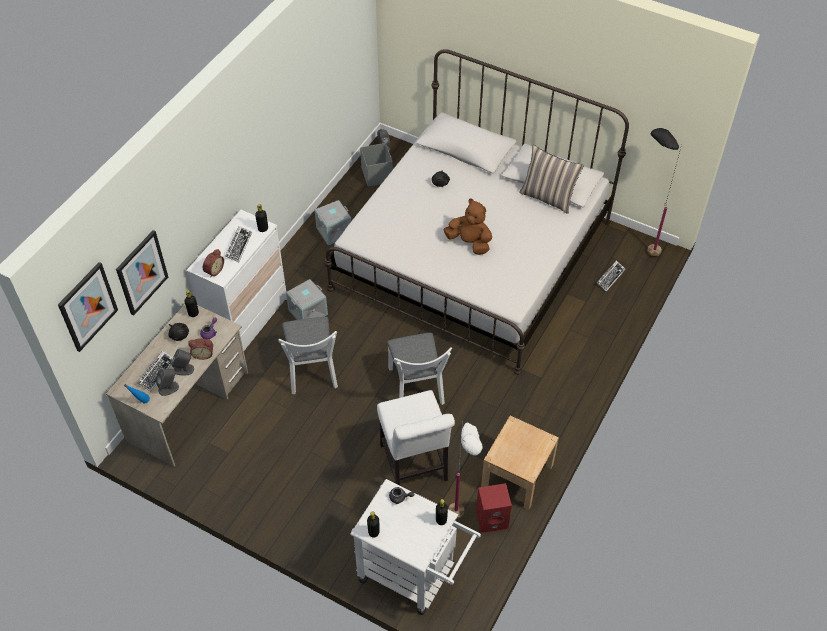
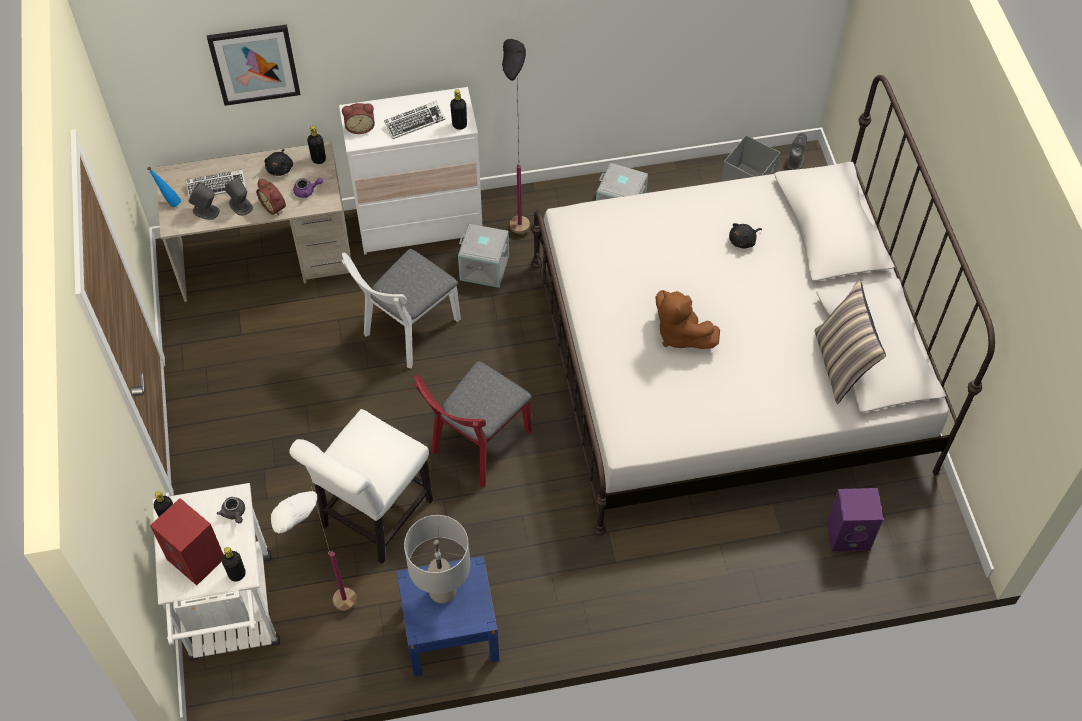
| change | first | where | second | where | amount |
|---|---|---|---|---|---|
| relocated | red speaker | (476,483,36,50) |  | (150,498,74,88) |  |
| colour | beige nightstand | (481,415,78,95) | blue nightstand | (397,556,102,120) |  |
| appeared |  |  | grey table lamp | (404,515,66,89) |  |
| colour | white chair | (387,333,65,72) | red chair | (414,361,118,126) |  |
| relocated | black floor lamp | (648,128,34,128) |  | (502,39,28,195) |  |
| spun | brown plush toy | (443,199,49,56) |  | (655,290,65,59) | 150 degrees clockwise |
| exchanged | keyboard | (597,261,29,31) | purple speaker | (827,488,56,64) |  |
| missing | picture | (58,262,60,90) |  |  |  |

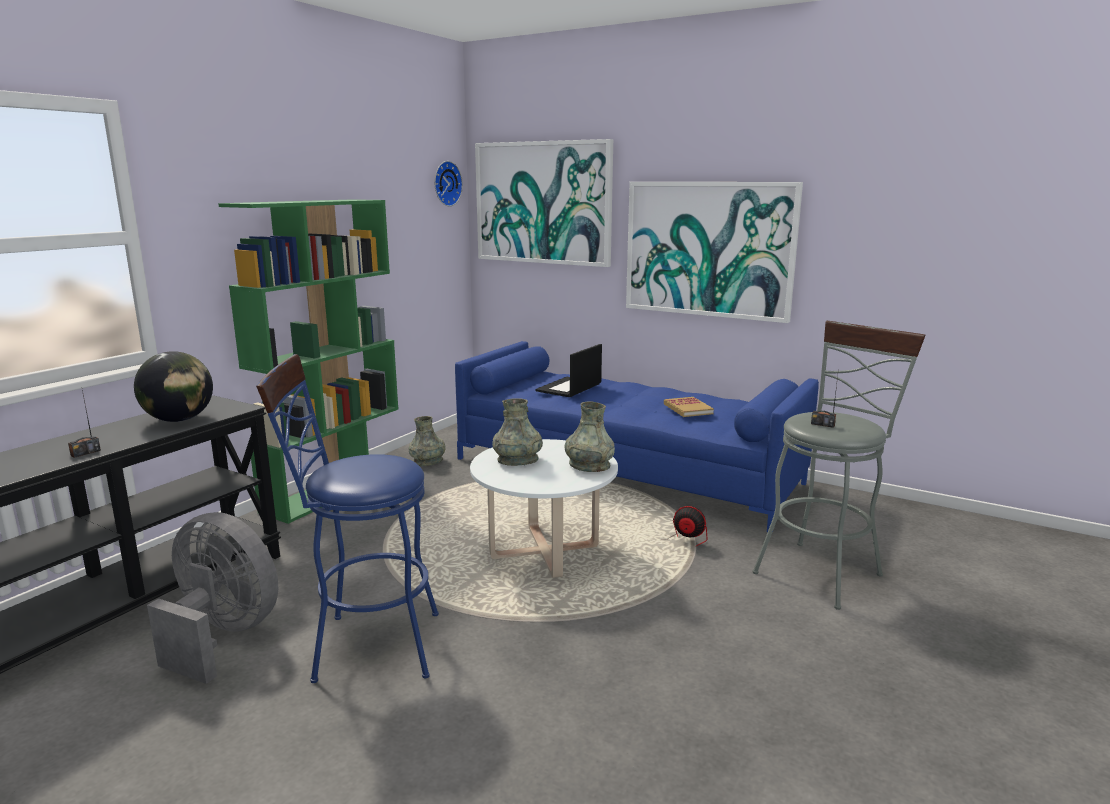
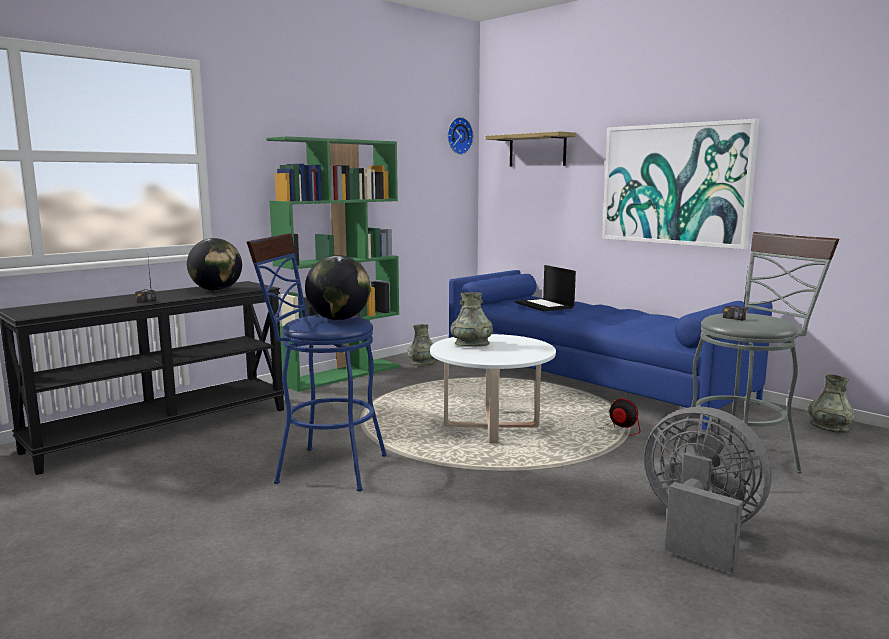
| change | first | where | second | where | amount |
|---|---|---|---|---|---|
| appeared |  |  | globe | (305,255,66,65) |  |
| exchanged | picture | (475,139,138,128) | shelf | (485,131,92,35) |  |
| spun | laptop | (535,344,67,53) |  | (515,265,61,46) | 75 degrees counterclockwise |
| relocated | grey fan | (147,512,131,172) |  | (644,407,128,166) |  |
| relocated | grey vase | (565,402,50,70) |  | (808,374,47,59) |  |
| missing | book | (664,397,50,20) |  |  |  |

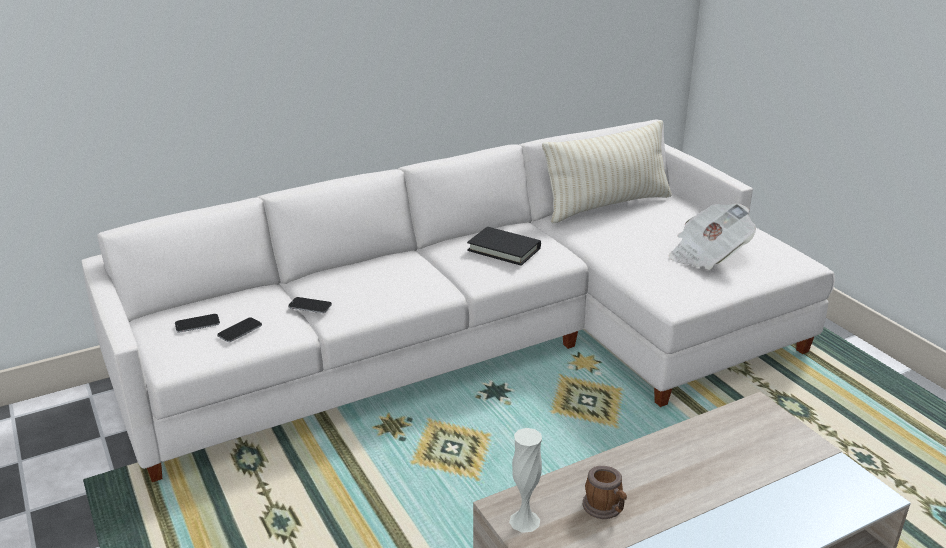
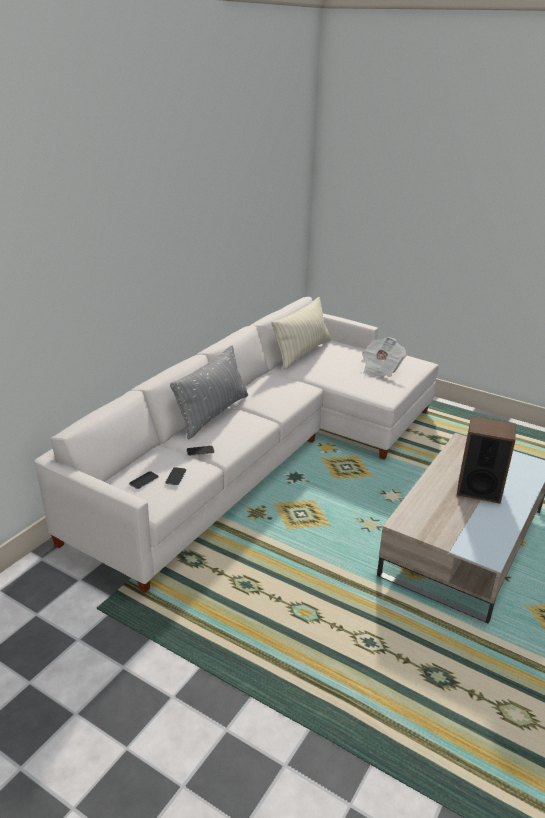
| change | first | where | second | where | amount |
|---|---|---|---|---|---|
| appeared |  |  | grey pillow | (170,345,78,94) |  |
| appeared |  |  | speaker | (457,416,59,88) |  |
| missing | black book | (467,227,74,39) |  |  |  |
| missing | white vase | (509,428,33,105) |  |  |  |
| missing | mug | (583,466,44,53) |  |  |  |

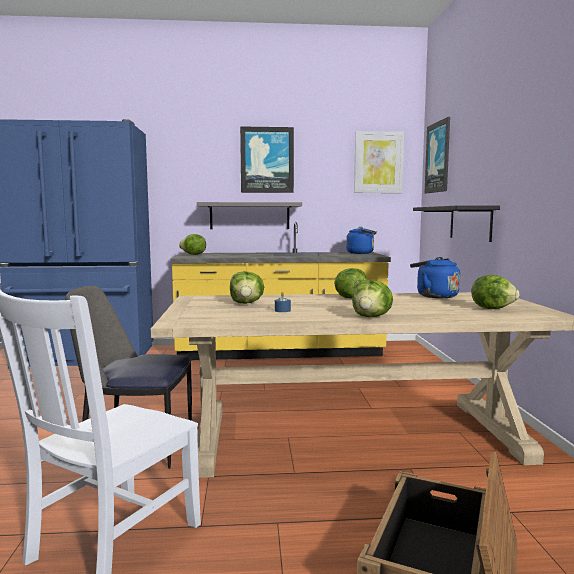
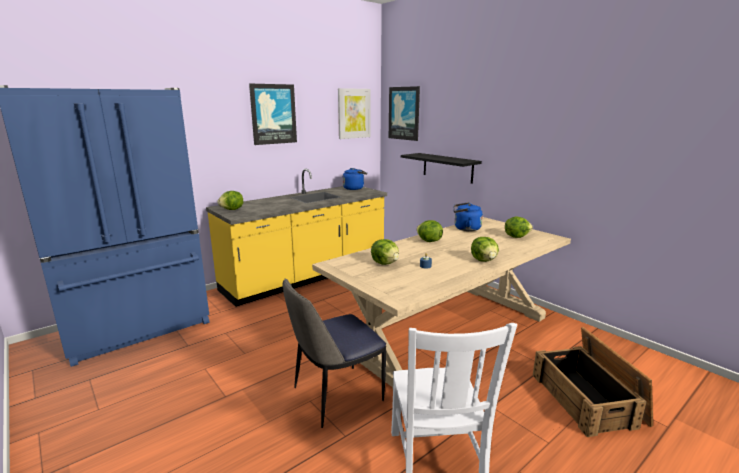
| change | first | where | second | where | amount |
|---|---|---|---|---|---|
| missing | grey shelf | (197,202,105,27) |  |  |  |

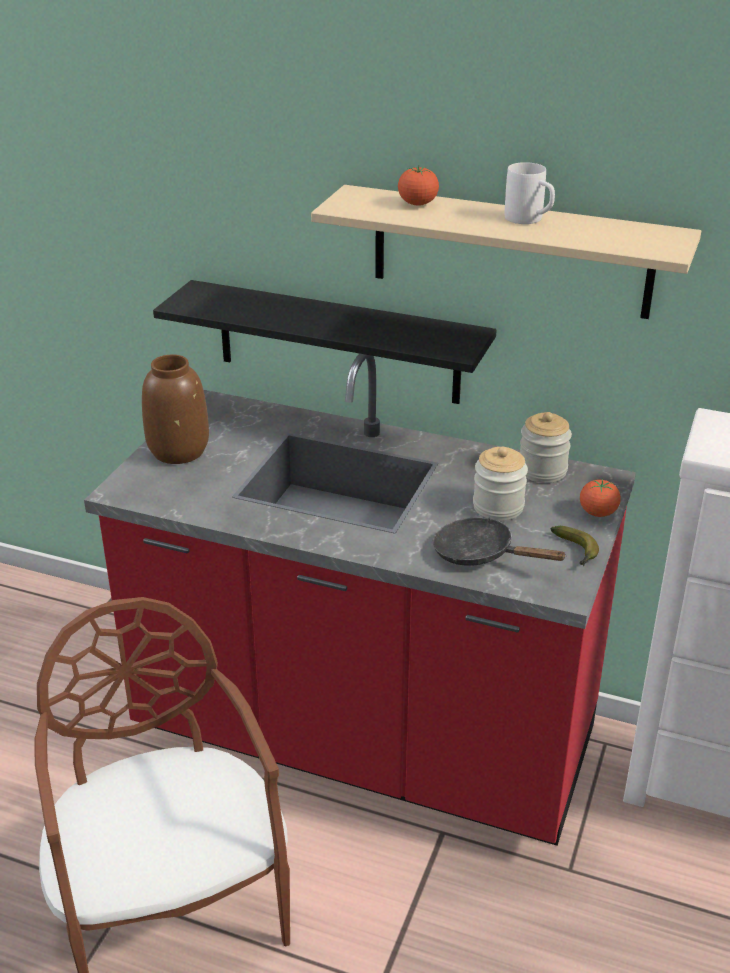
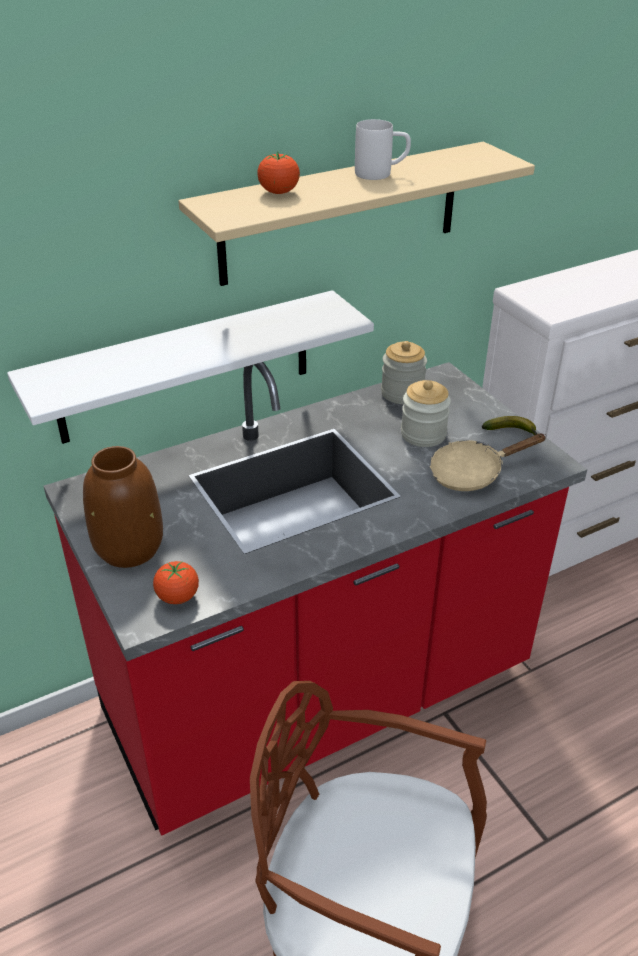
| change | first | where | second | where | amount |
|---|---|---|---|---|---|
| colour | black shelf | (153,280,343,124) | white shelf | (7,290,367,154) |  |
| relocated | tomato | (580,479,41,38) |  | (153,561,46,43) |  |
| colour | black frying pan | (433,517,134,49) | beige frying pan | (430,433,117,58) |  |

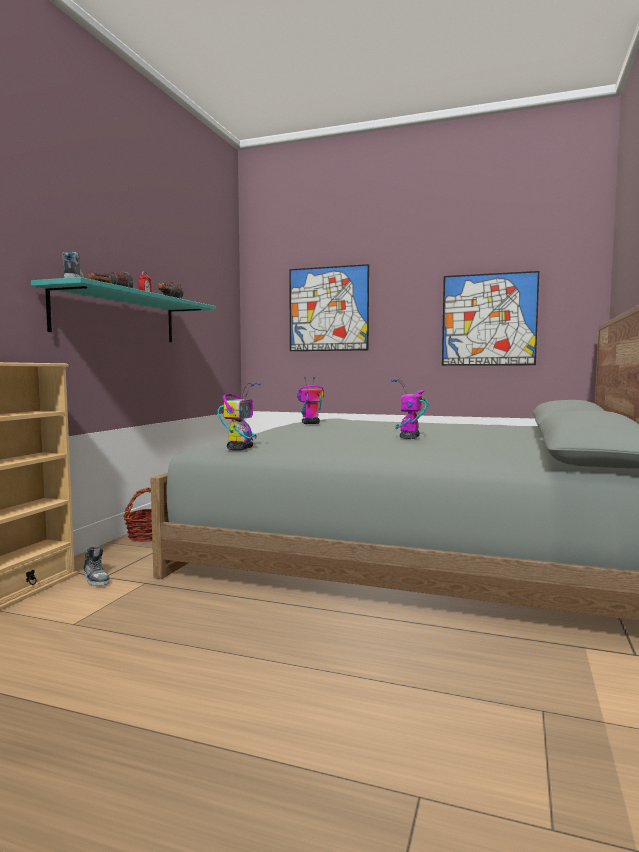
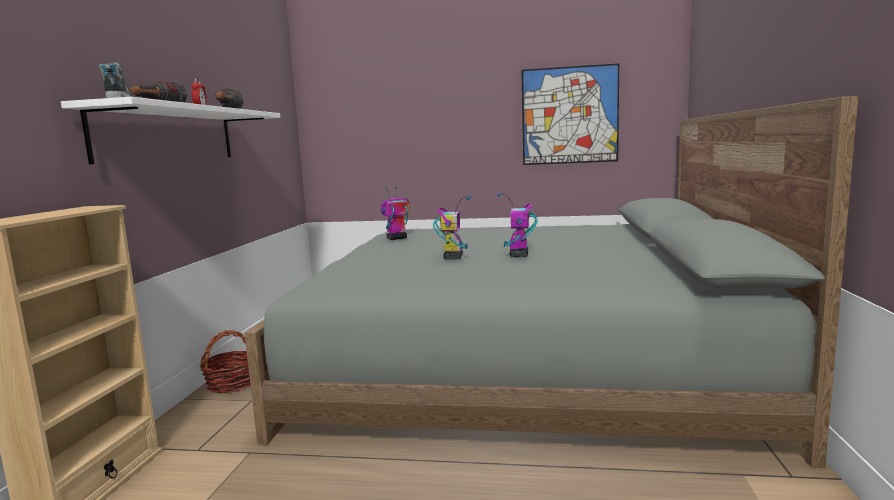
| change | first | where | second | where | amount |
|---|---|---|---|---|---|
| colour | turquoise shelf | (31,277,185,65) | white shelf | (61,97,219,67) |  |
| relocated | toy robot | (218,382,43,68) |  | (433,196,38,64) |  |
| missing | shoe | (83,547,27,39) |  |  |  |
| missing | picture | (289,264,80,87) |  |  |  |

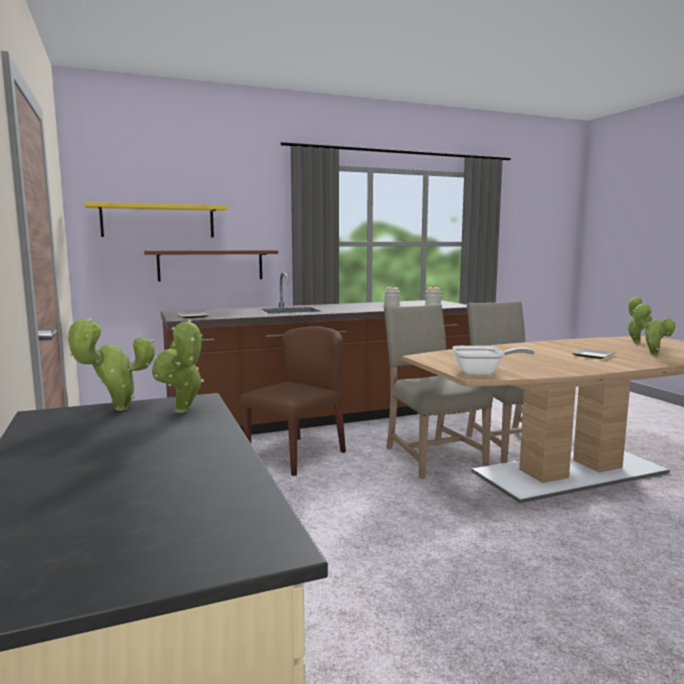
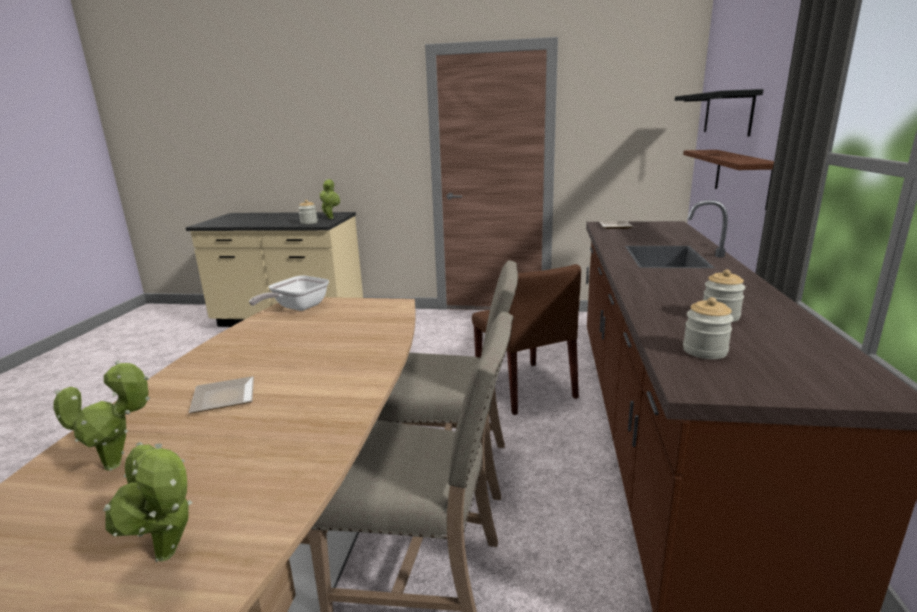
| change | first | where | second | where | amount |
|---|---|---|---|---|---|
| exchanged | potted plant | (152,319,52,94) | jar | (298,200,20,24) |  |
| colour | yellow shelf | (84,202,144,36) | black shelf | (675,89,89,48) |  |

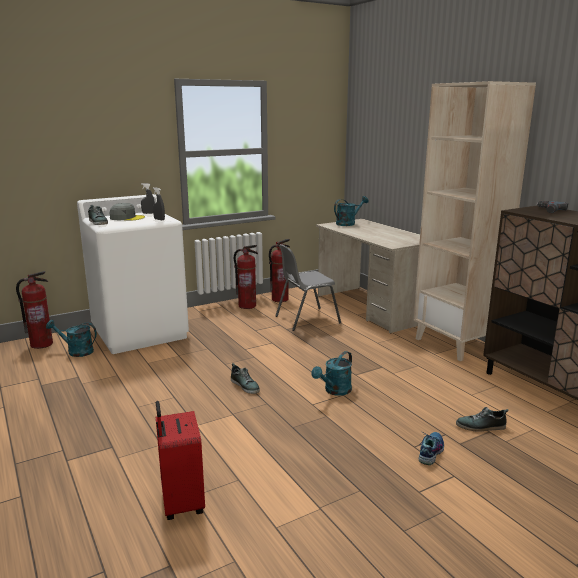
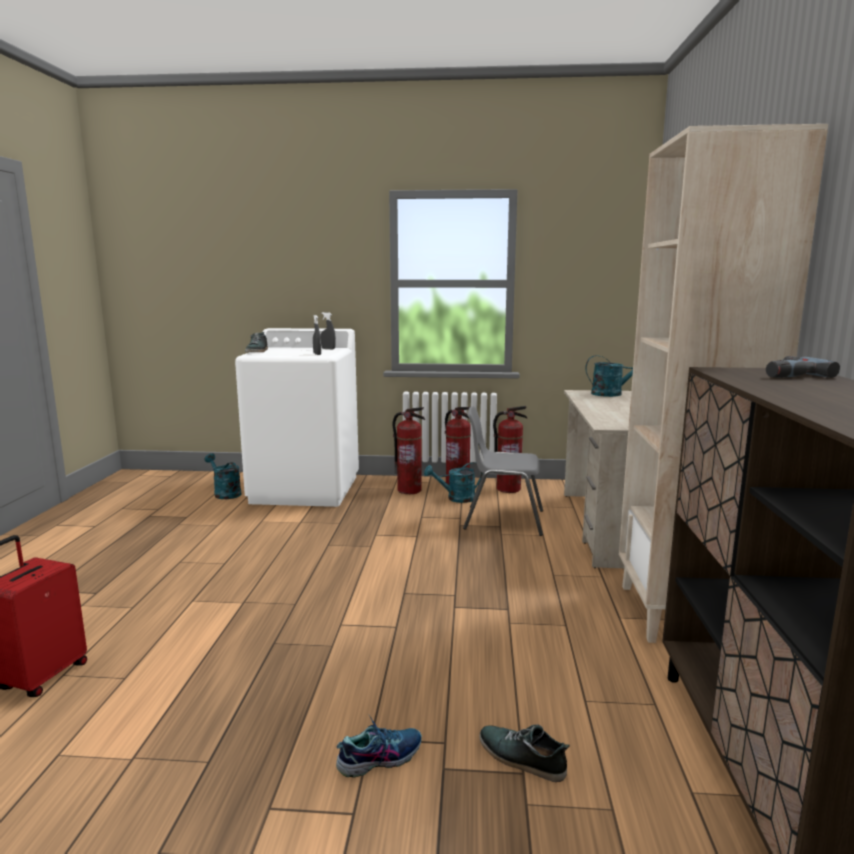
| change | first | where | second | where | amount |
|---|---|---|---|---|---|
| relocated | fire extinguisher | (16,271,37,78) |  | (392,407,33,87) |  |
| relocated | turquoise watering can | (311,351,41,45) |  | (424,462,58,41) |  |
| missing | grey cap | (110,203,35,18) |  |  |  |
| missing | shoe | (231,363,29,31) |  |  |  |

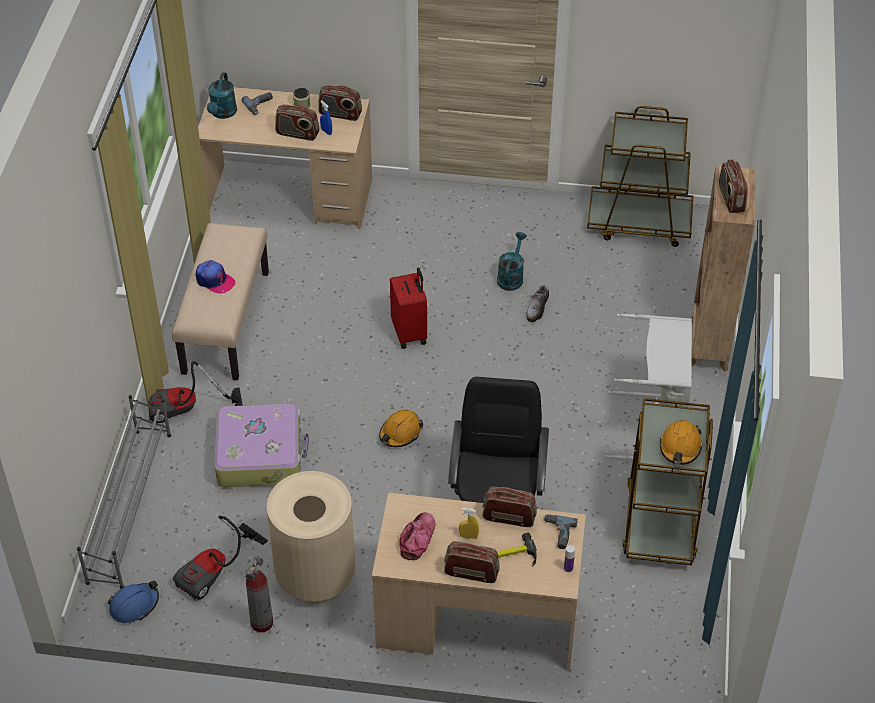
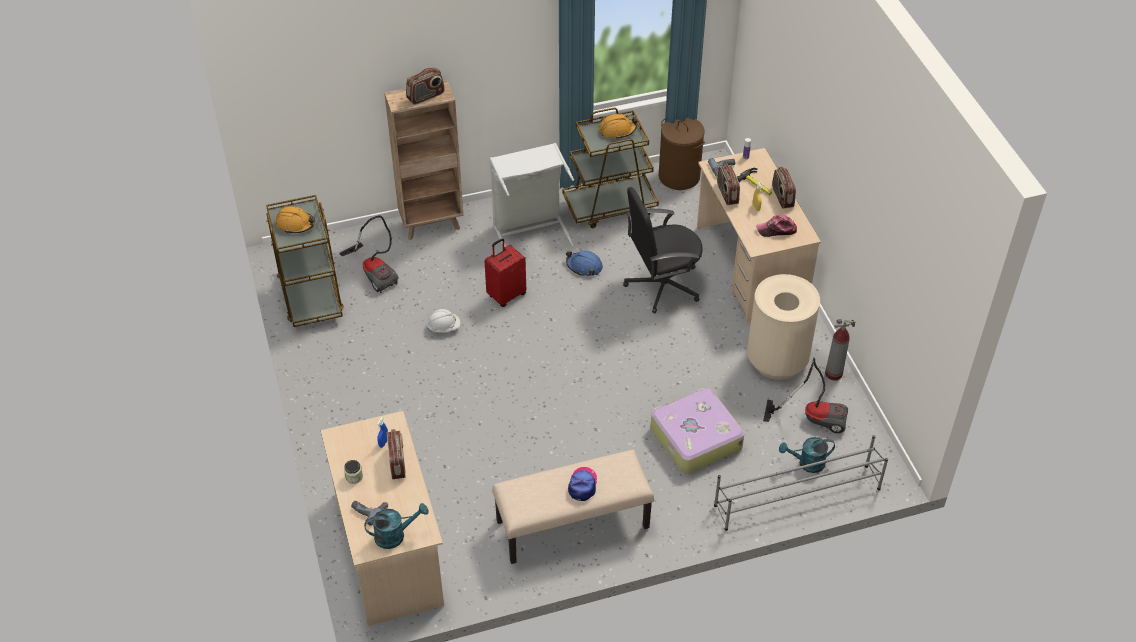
| change | first | where | second | where | amount |
|---|---|---|---|---|---|
| relocated | orange hard hat | (379,410,44,37) |  | (276,206,39,27) |  |
| relocated | vacuum cleaner | (149,361,94,62) |  | (339,215,60,78) |  |
| exchanged | shoe | (527,285,22,37) | white hard hat | (427,309,33,24) |  |
| relocated | red suitcase | (390,268,37,81) |  | (484,238,42,69) |  |
| relocated | blue hard hat | (108,581,51,42) |  | (566,251,37,25) |  |
| appeared |  |  | brown laundry basket | (659,118,46,72) |  |
| relocated | turquoise watering can | (497,232,30,59) |  | (779,437,56,36) |  |
| missing | radio | (318,85,44,36) |  |  |  |

